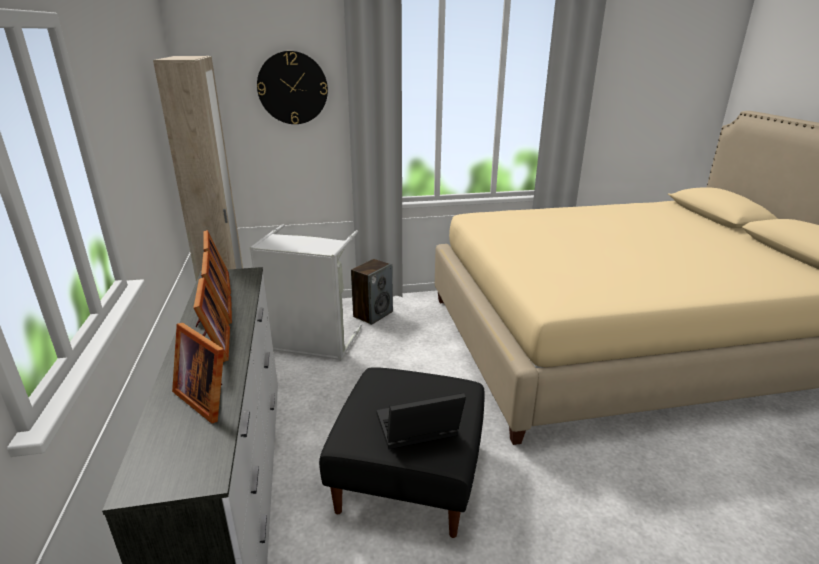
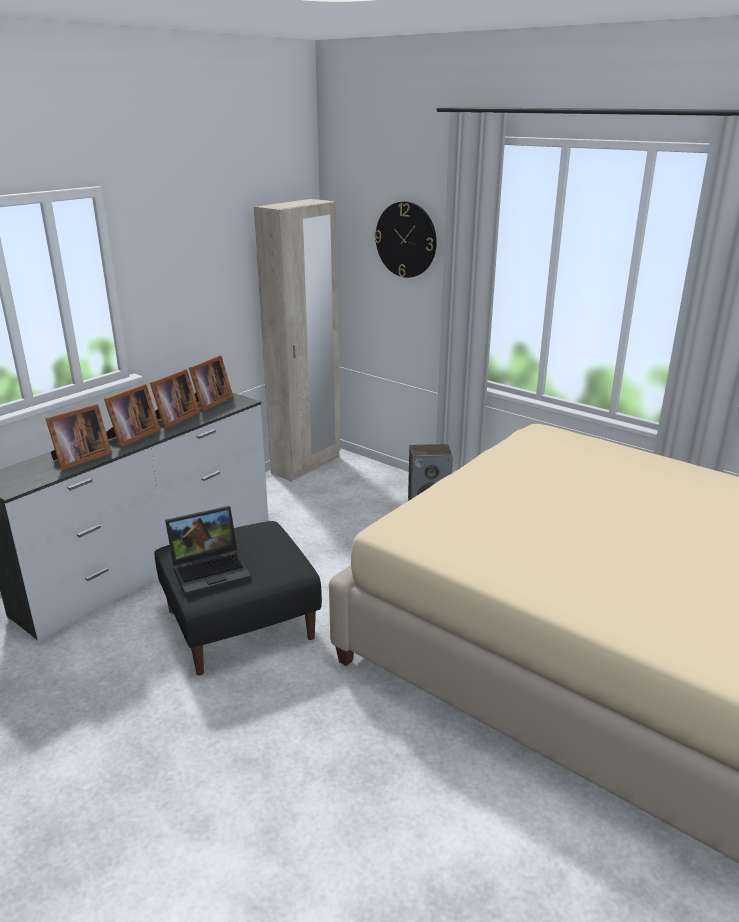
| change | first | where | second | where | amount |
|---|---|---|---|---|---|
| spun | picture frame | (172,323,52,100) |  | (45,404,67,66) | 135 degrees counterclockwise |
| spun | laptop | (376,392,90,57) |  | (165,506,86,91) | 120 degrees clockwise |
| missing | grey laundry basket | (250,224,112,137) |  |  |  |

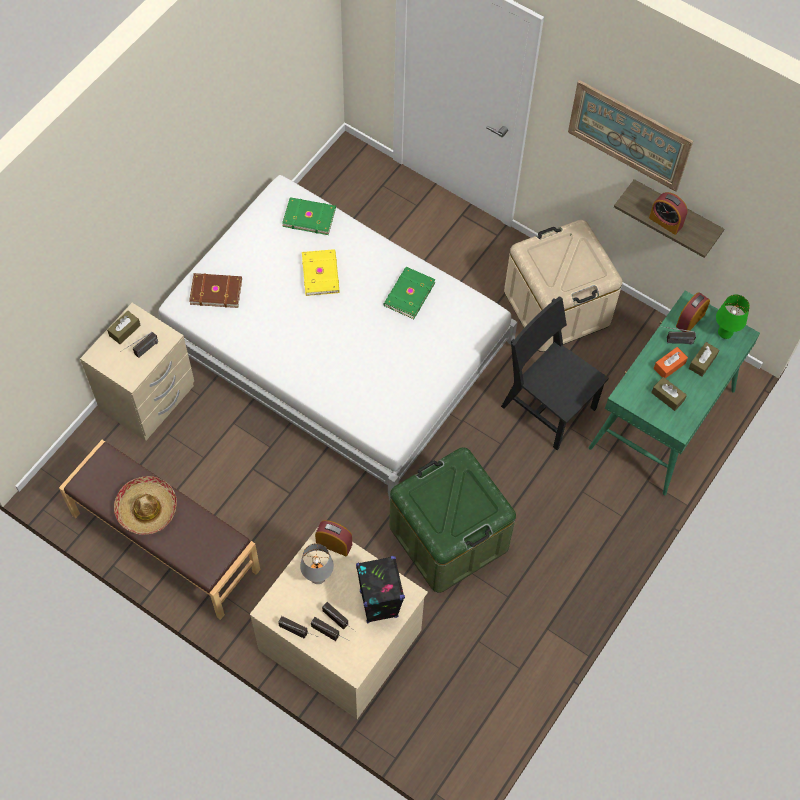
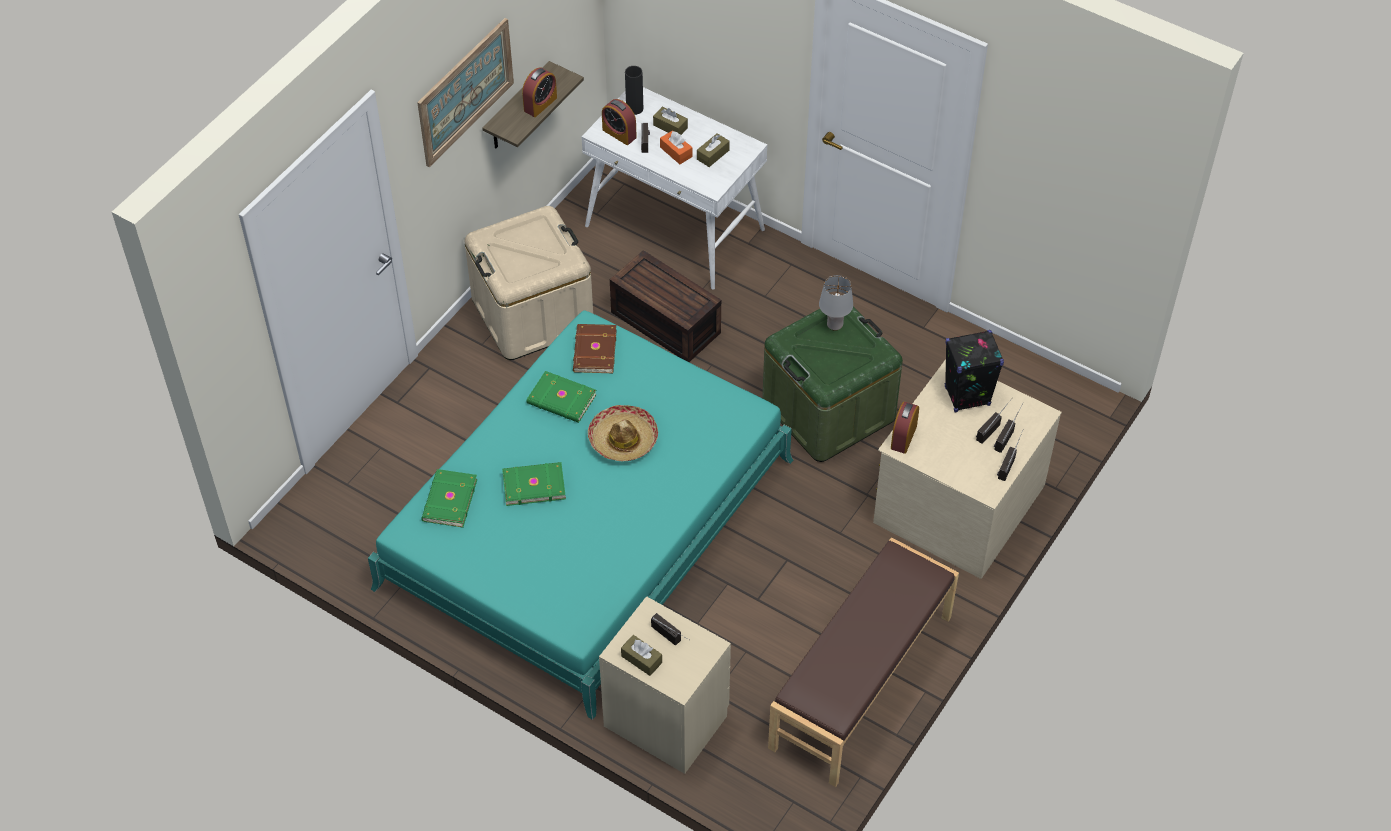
| change | first | where | second | where | amount |
|---|---|---|---|---|---|
| colour | white bed | (159,175,359,325) | turquoise bed | (368,310,425,410) |  |
| colour | yellow book | (302,249,38,47) | green book | (502,462,64,44) |  |
| relocated | brown book | (189,273,53,35) |  | (573,324,44,49) |  |
| colour | green desk | (588,291,172,204) | white desk | (581,87,186,203) |  |
| relocated | hat | (114,476,63,59) |  | (588,405,70,56) |  |
| exchanged | black chair | (501,296,108,154) | brown storage box | (610,250,111,112) |  |
| exchanged | green table lamp | (716,295,34,44) | black vase | (625,66,18,49) |  |
| relocated | grey table lamp | (300,543,34,41) |  | (819,275,34,56) |  |

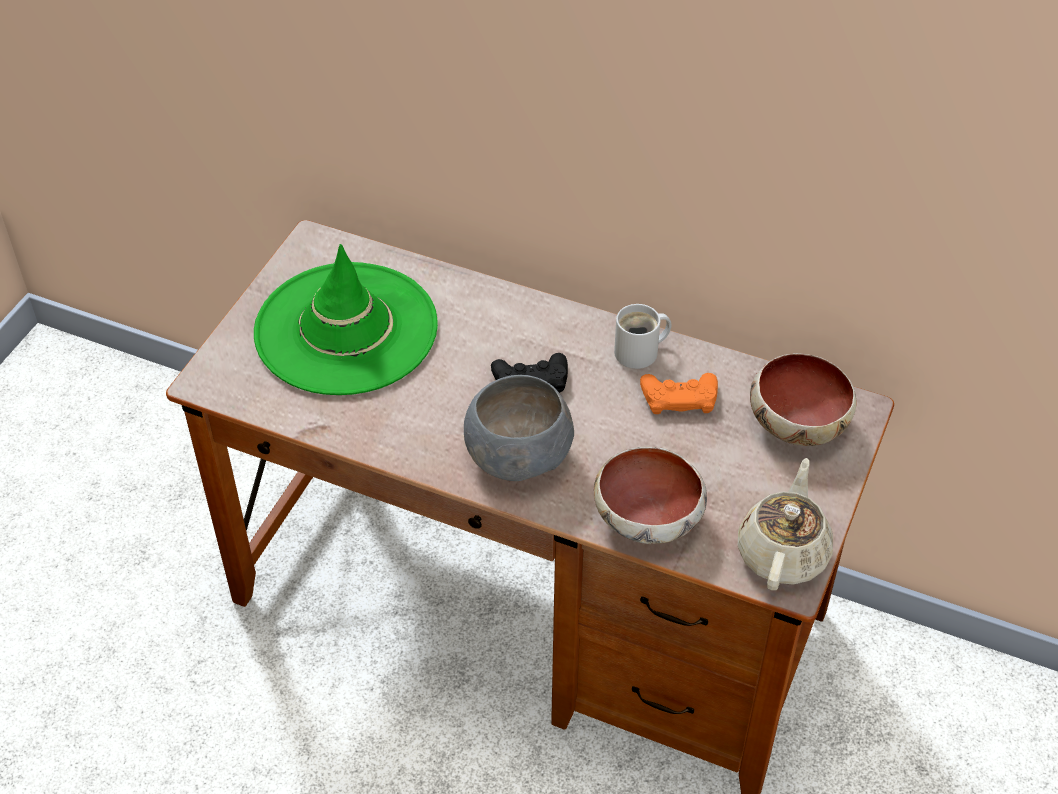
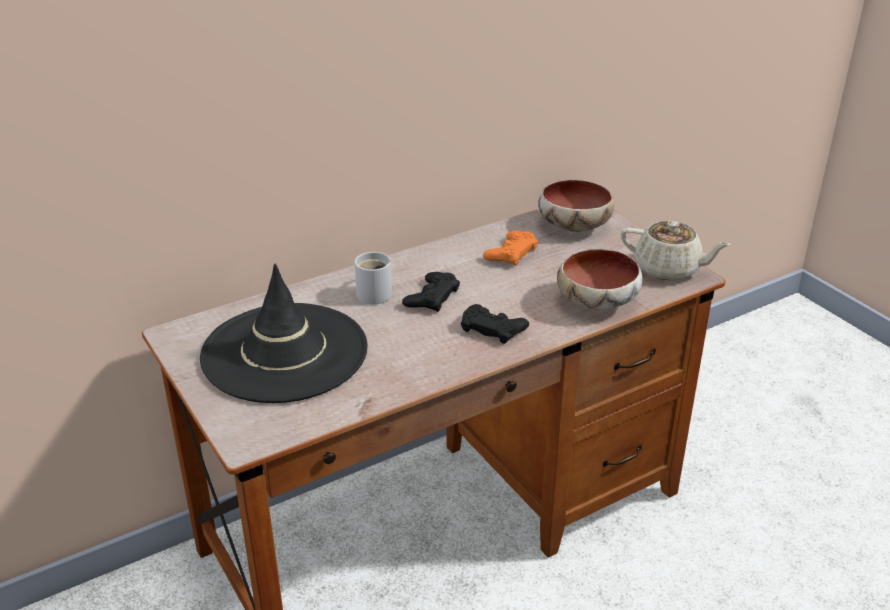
| change | first | where | second | where | amount |
|---|---|---|---|---|---|
| colour | green hat | (254,244,184,151) | black hat | (200,264,168,139) |  |
| relocated | white mug | (614,304,58,65) |  | (355,252,37,52) |  |
| exchanged | grey bowl | (464,375,110,106) | black game controller | (461,304,68,40) |  |
| spun | beige teapot | (738,458,95,133) |  | (621,220,110,61) | 150 degrees clockwise |

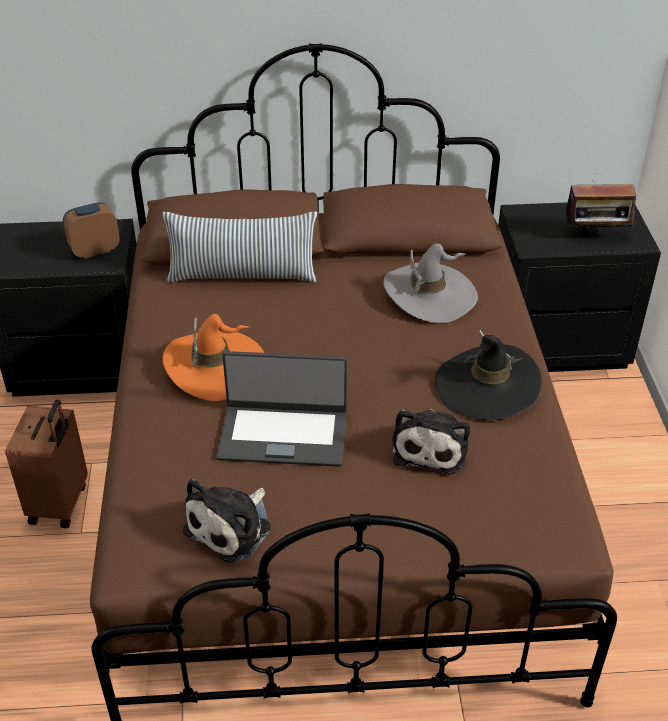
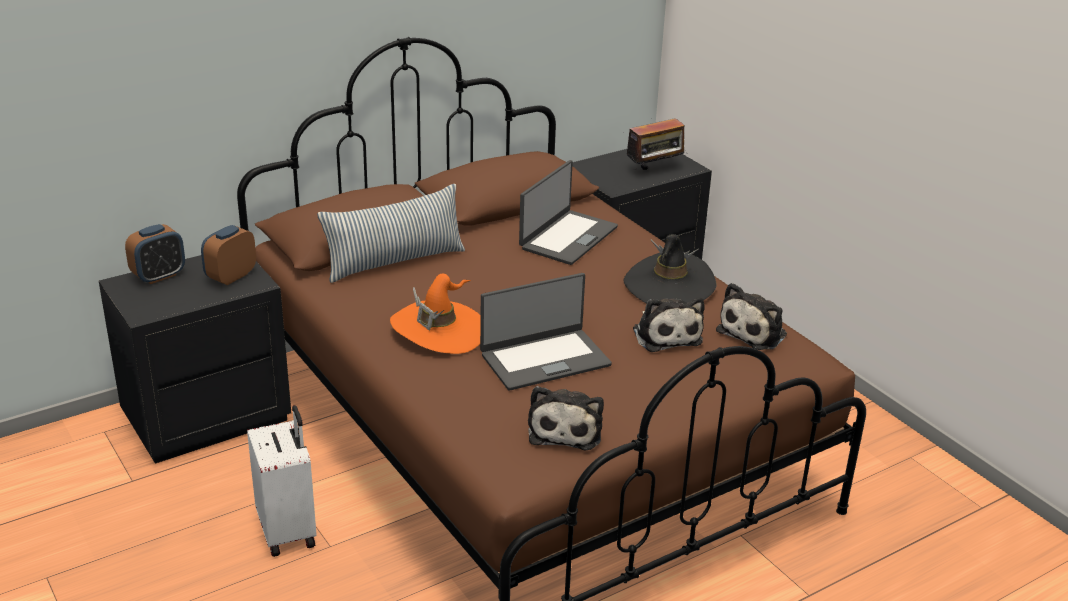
| change | first | where | second | where | amount |
|---|---|---|---|---|---|
| appeared |  |  | alarm clock | (125,224,60,60) |  |
| colour | brown suitcase | (6,400,82,128) | white suitcase | (247,405,70,152) |  |
| exchanged | grey hat | (383,243,95,80) | laptop | (519,160,99,105) |  |
| appeared |  |  | plush toy | (716,283,71,67) |  |

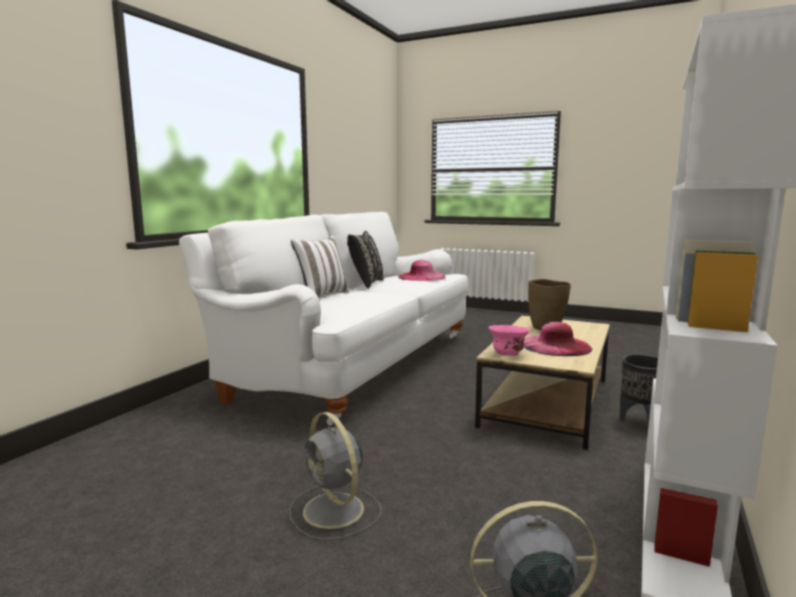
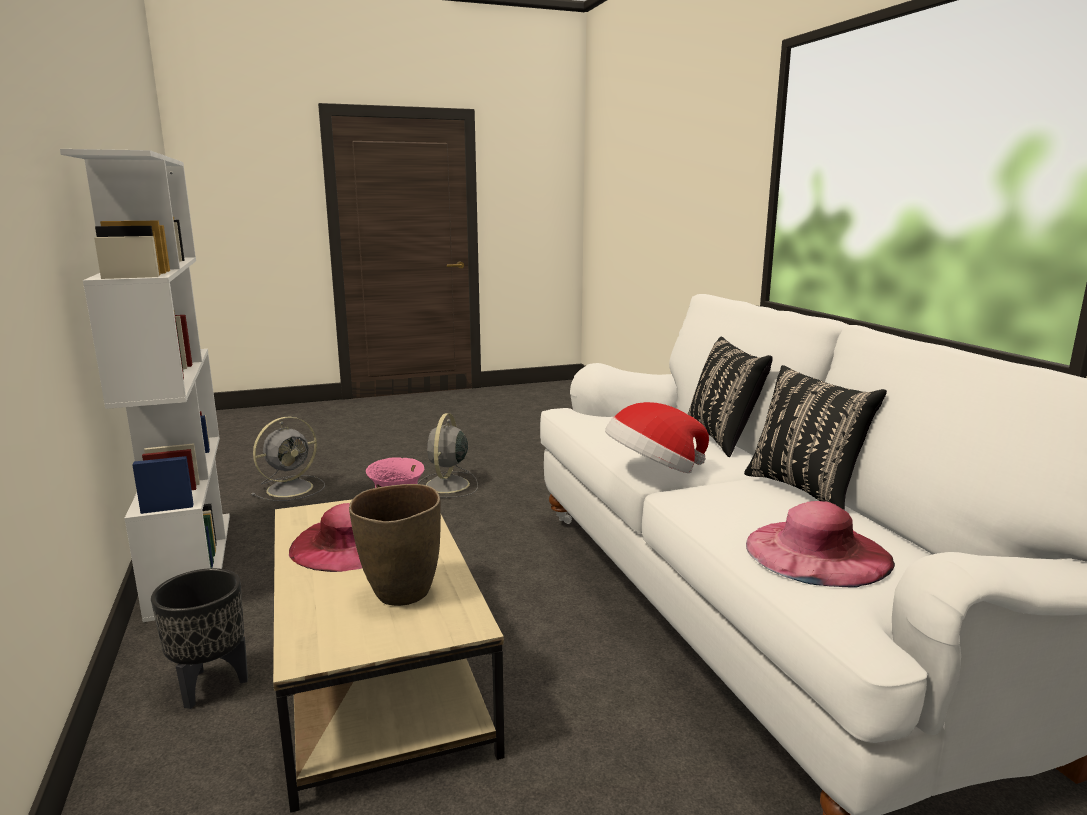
| change | first | where | second | where | amount |
|---|---|---|---|---|---|
| spun | grey fan | (289,412,93,128) |  | (417,413,61,85) | 90 degrees counterclockwise |
| appeared |  |  | hat | (605,402,104,71) |  |
| colour | white pillow | (291,236,59,61) | black pillow | (688,337,85,120) |  |

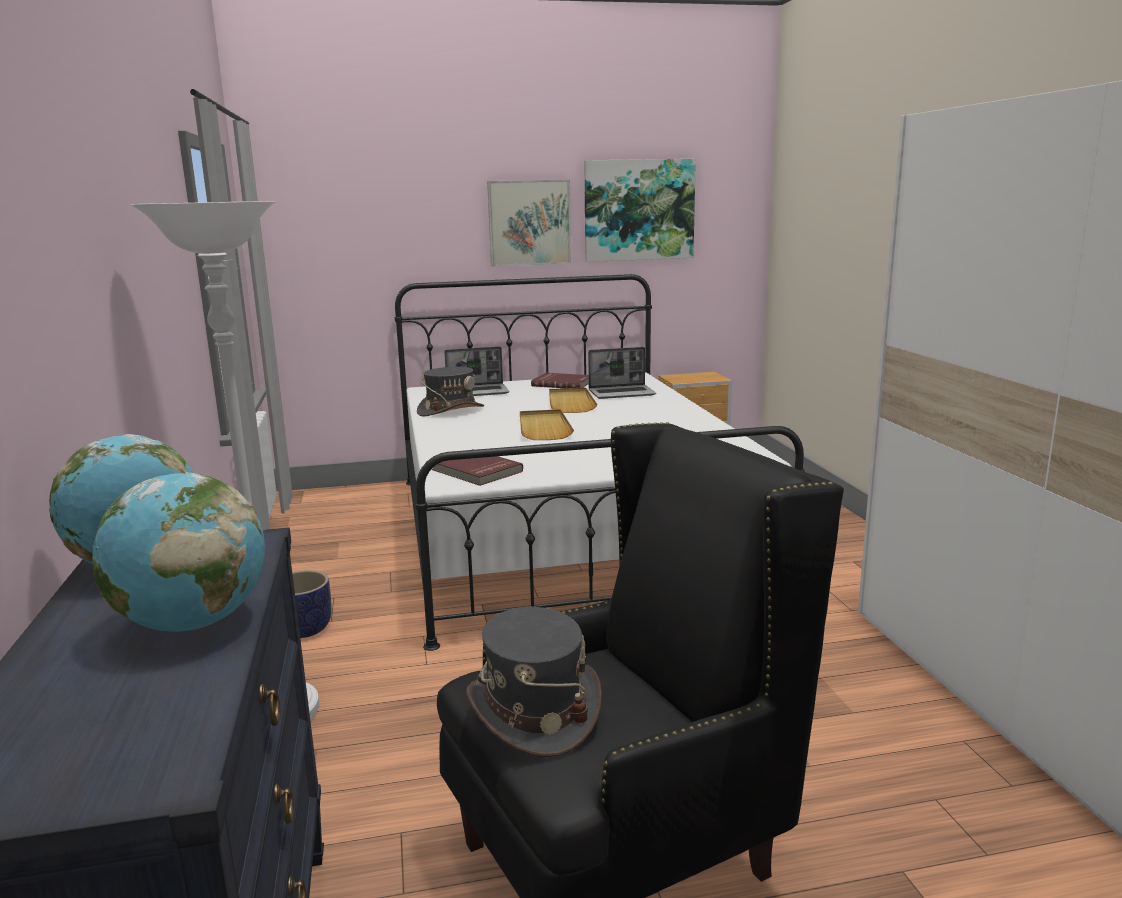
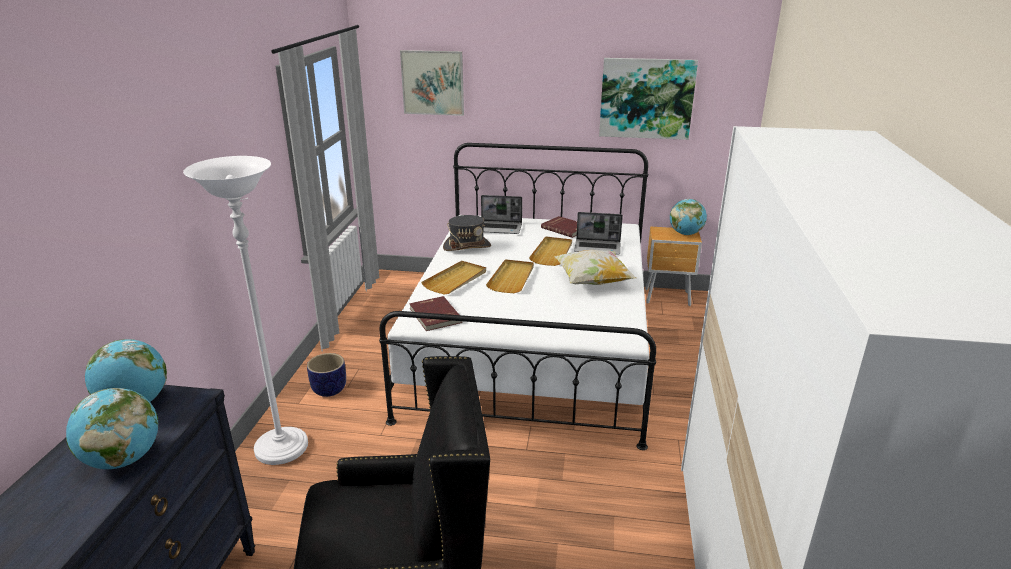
| change | first | where | second | where | amount |
|---|---|---|---|---|---|
| relocated | picture | (487,180,84,87) |  | (400,50,64,66) |  |
| appeared |  |  | beige tray | (421,261,65,34) |  |
| appeared |  |  | pillow | (555,250,81,35) |  |
| appeared |  |  | globe | (670,199,37,36) |  |
| missing | grey hat | (466,607,136,150) |  |  |  |

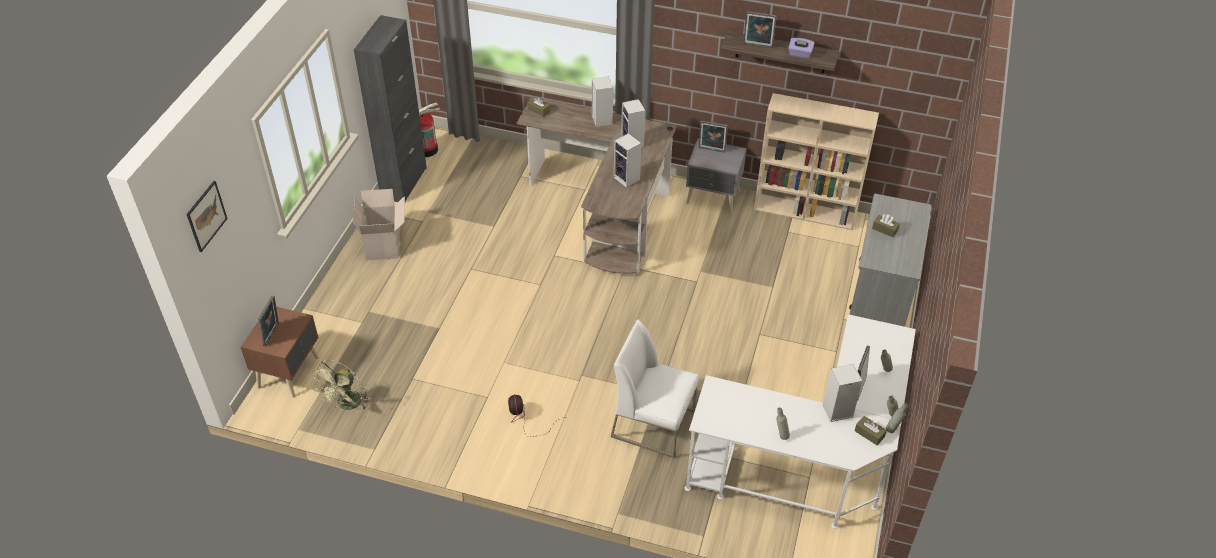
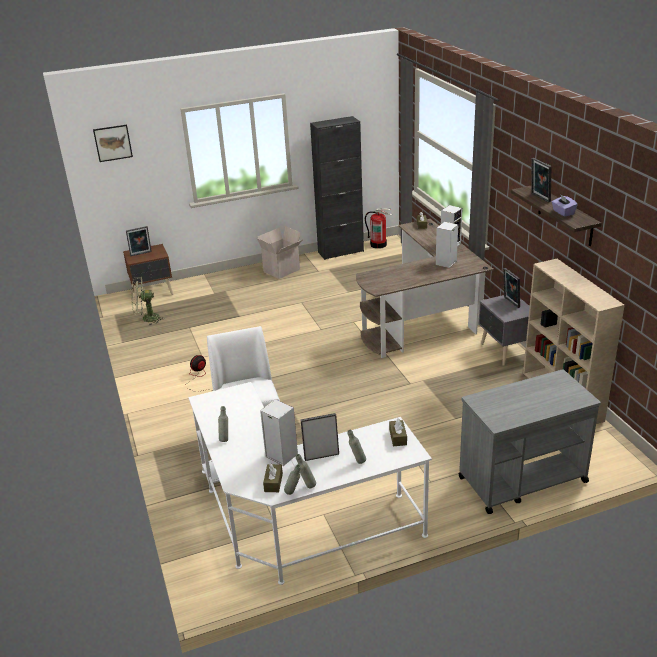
| change | first | where | second | where | amount |
|---|---|---|---|---|---|
| relocated | brown tissue box | (872,215,28,22) |  | (389,418,18,28) |  |
| missing | speaker | (614,133,27,55) |  |  |  |

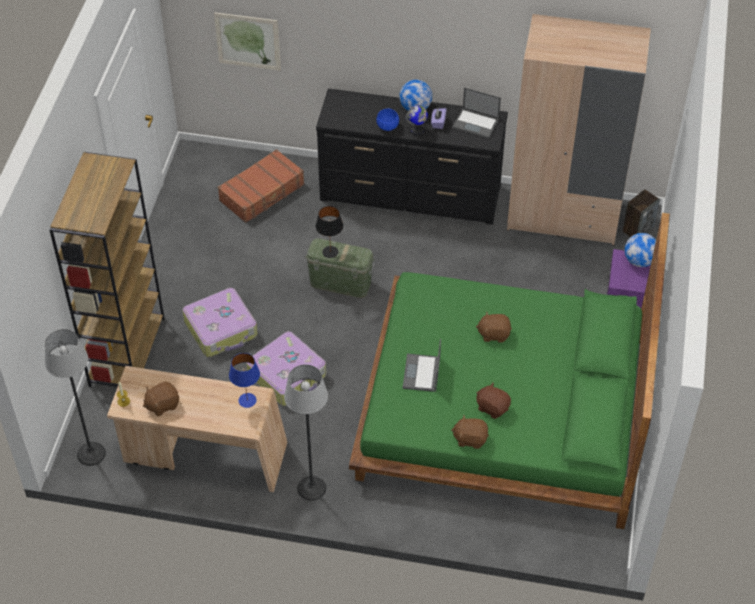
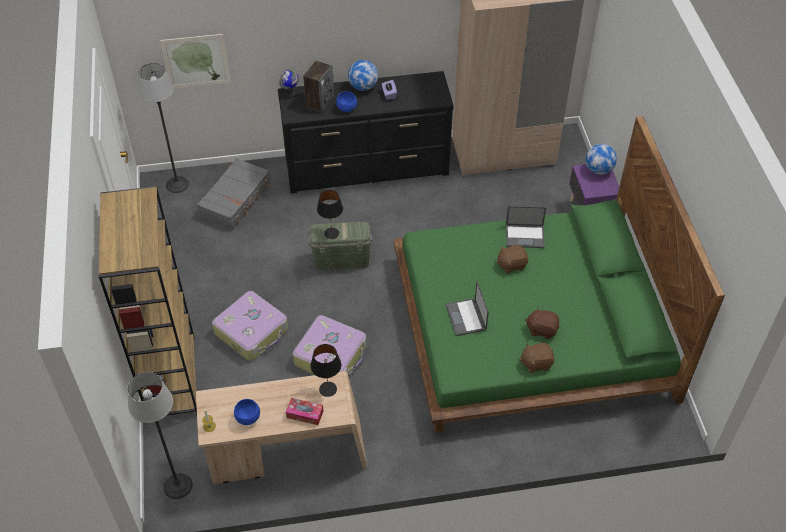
| change | first | where | second | where | amount |
|---|---|---|---|---|---|
| relocated | floor lamp | (284,364,44,137) |  | (138,63,51,130) |  |
| colour | brown suitcase | (218,149,86,74) | grey suitcase | (197,158,74,72) |  |
| exchanged | brown plush toy | (143,382,36,34) | blue bowl | (234,399,26,26) |  |
| relocated | globe | (405,105,23,30) |  | (279,70,20,28) |  |
| appeared |  |  | tissue box | (286,398,37,27) |  |
| relocated | speaker | (622,189,38,48) |  | (303,61,31,51) |  |
| colour | blue table lamp | (229,353,31,55) | black table lamp | (310,344,31,53) |  |
| relocated | laptop | (452,88,49,50) |  | (506,206,40,42) |  |

